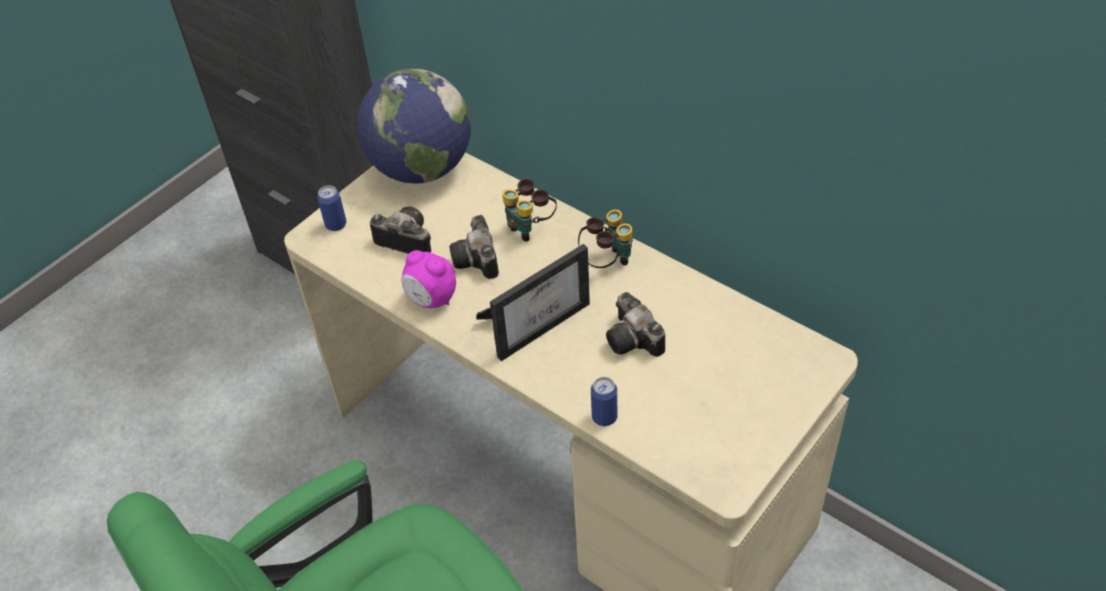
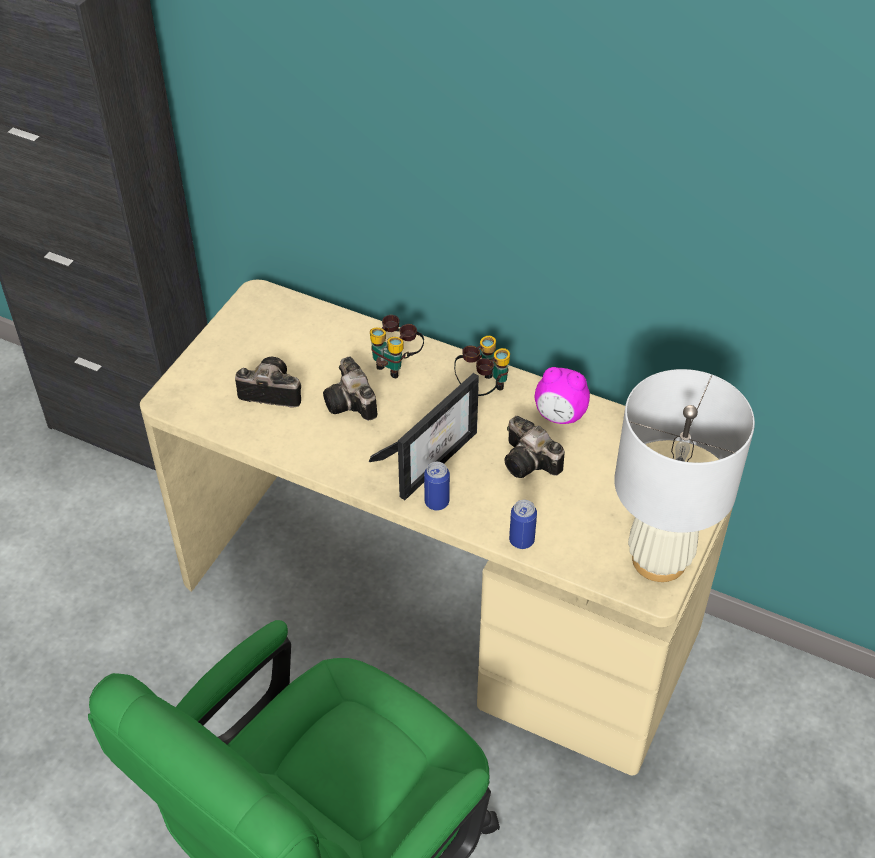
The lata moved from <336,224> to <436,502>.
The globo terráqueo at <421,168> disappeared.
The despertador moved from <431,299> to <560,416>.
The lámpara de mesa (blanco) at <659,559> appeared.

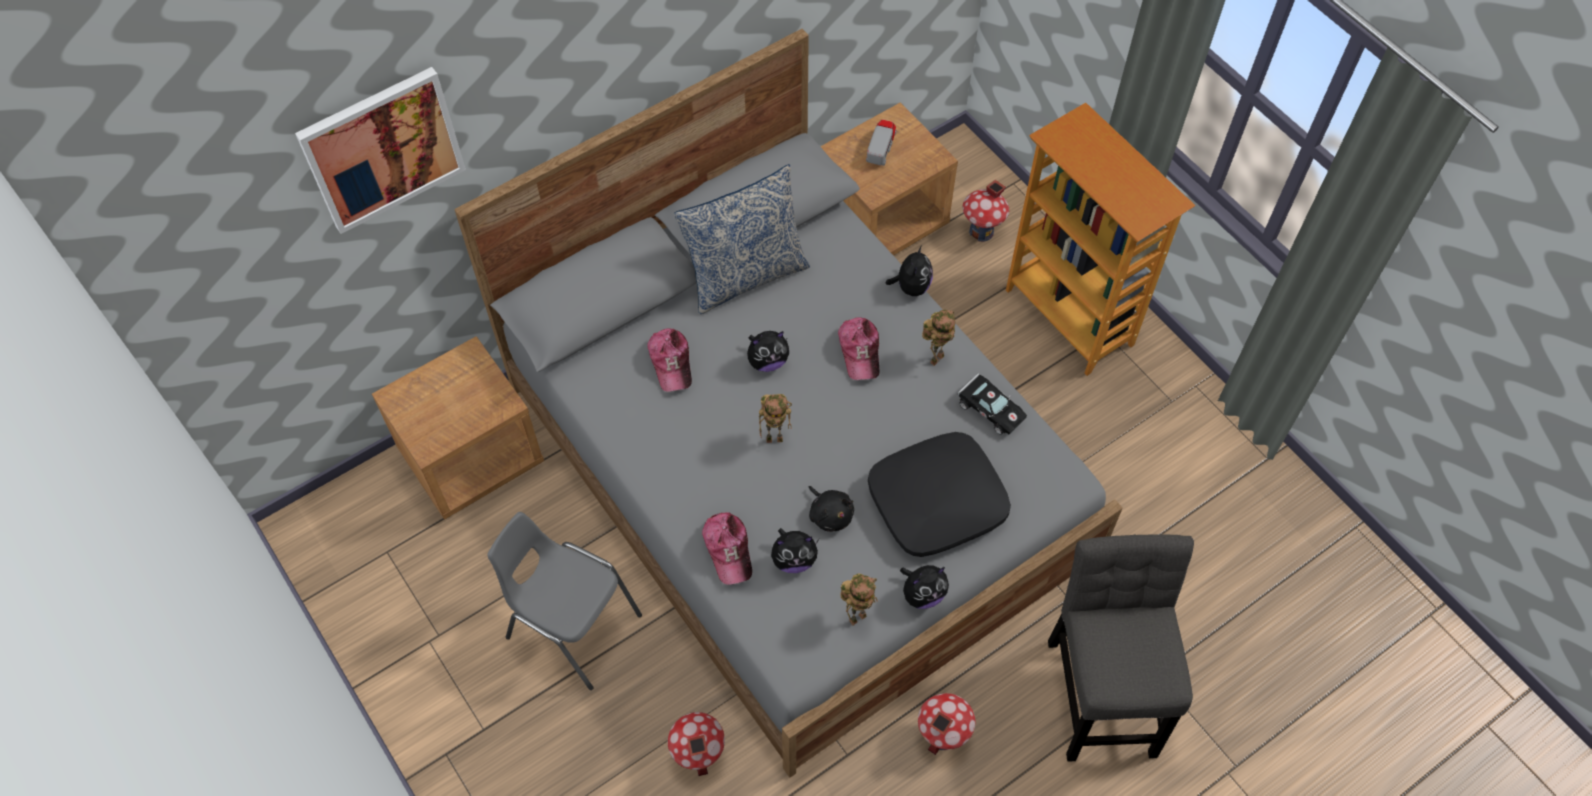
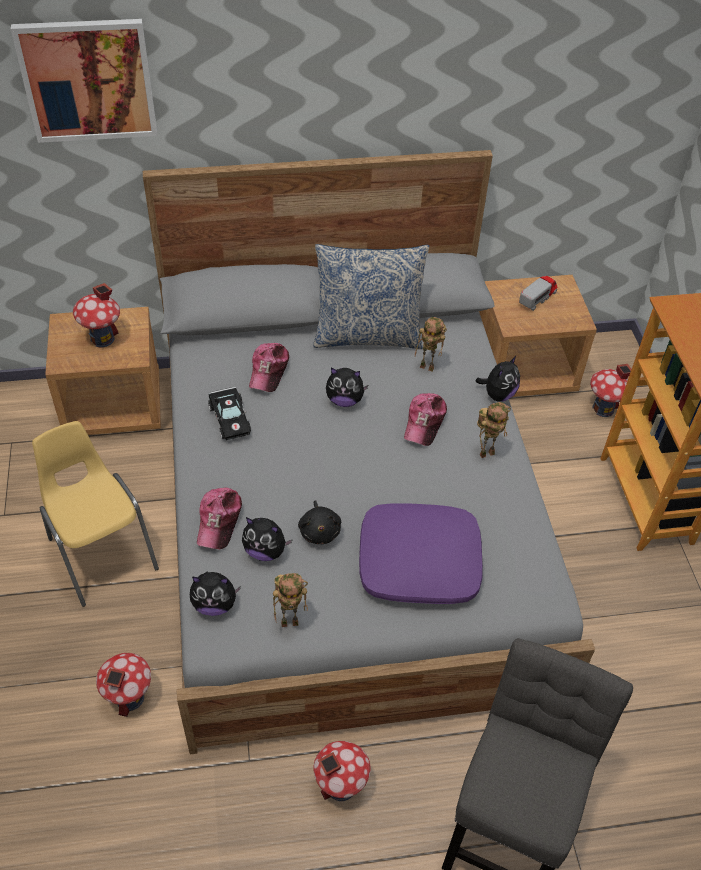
The silla (gris) at <572,626> became the silla (amarillo) at <102,553>.
The robot de juguete moved from <775,438> to <428,367>.
The cojín (negro) at <937,501> became the cojín (morado) at <419,561>.
The peluche moved from <922,594> to <215,604>.
The coche de juguete (negro) moved from <988,408> to <229,418>.
The casita at <102,339> appeared.

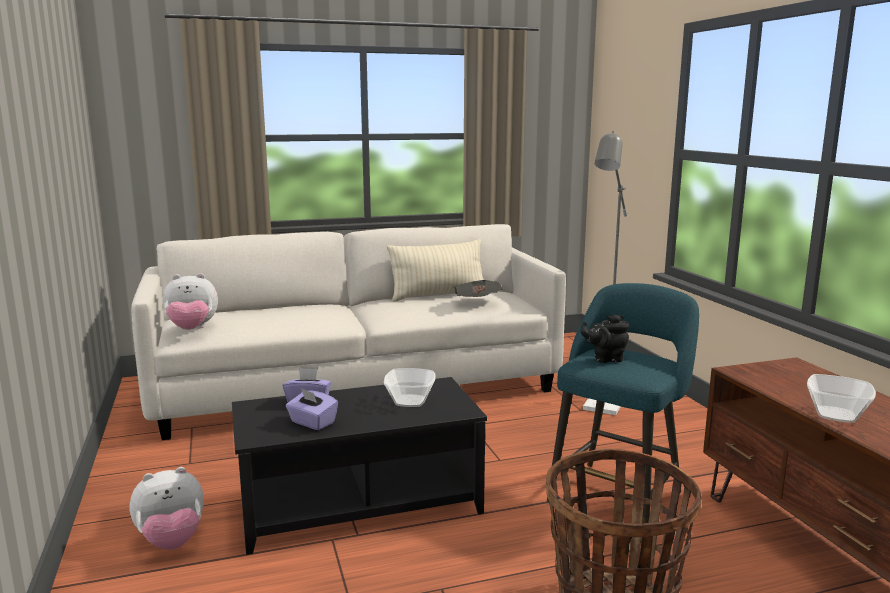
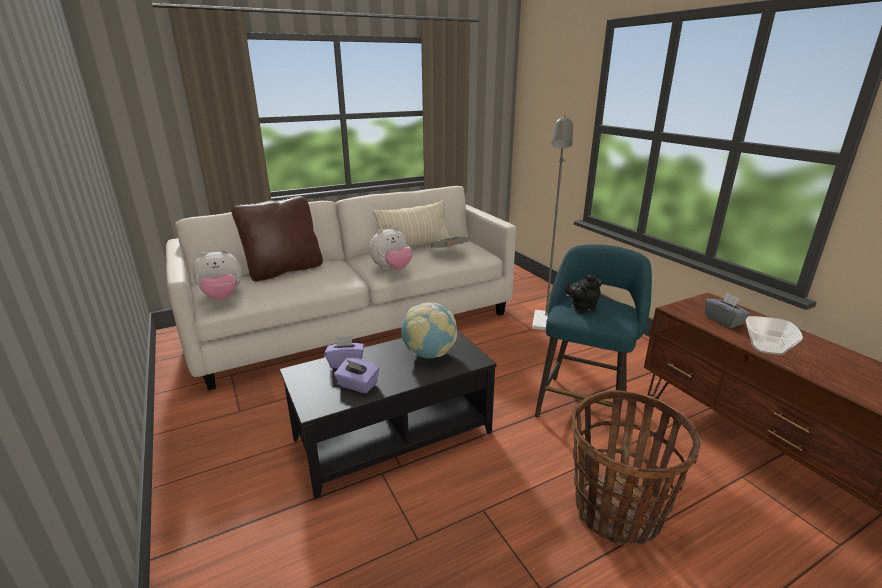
The peluche moved from <172,542> to <392,269>.
The cuenco at <409,401> was replaced by the globo terráqueo at <429,354>.
The cojín (marrón) at <284,270> appeared.
The caja de pañuelos (gris) at <723,320> appeared.

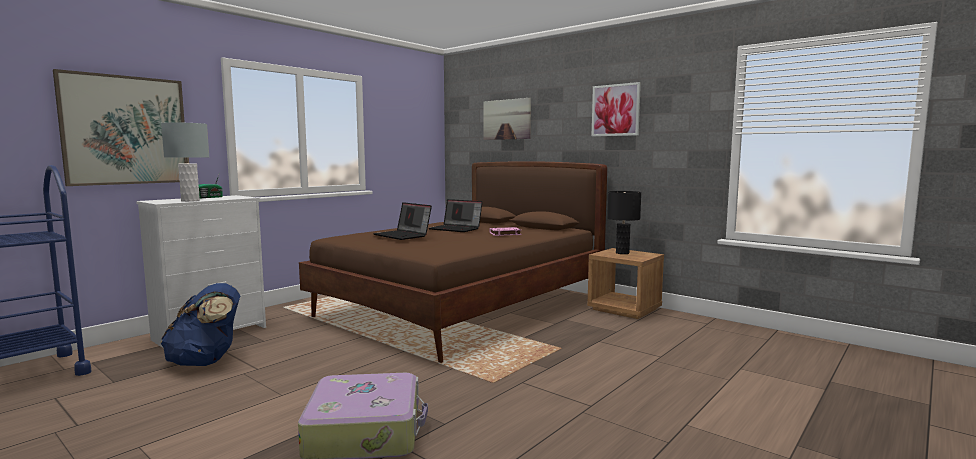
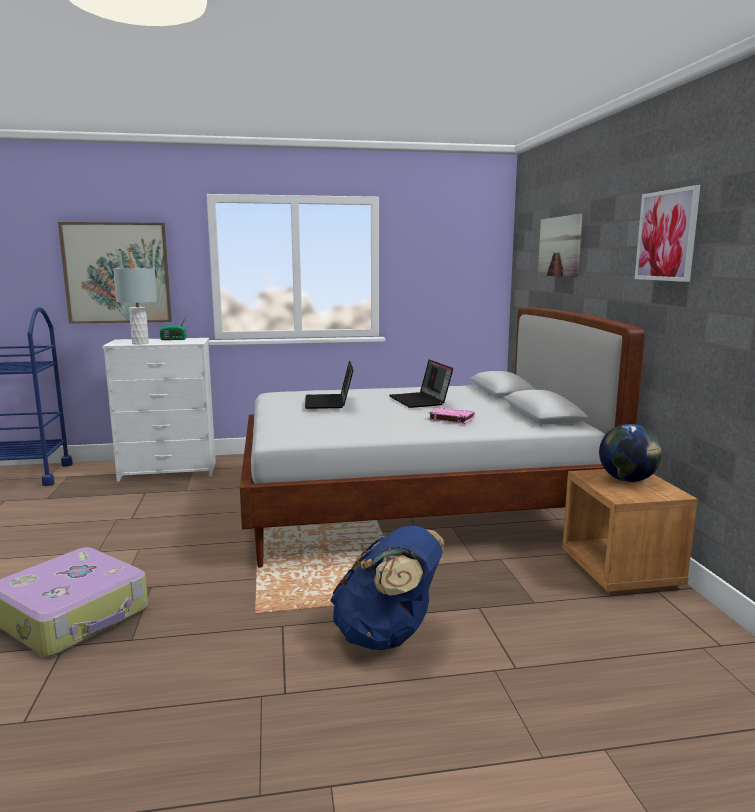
The mochila (azul) moved from <206,361> to <388,636>.
The cama (marrón) at <463,307> became the cama (blanco) at <413,504>.
The lámpara de mesa (negro) at <622,253> was replaced by the globo terráqueo at <627,480>.

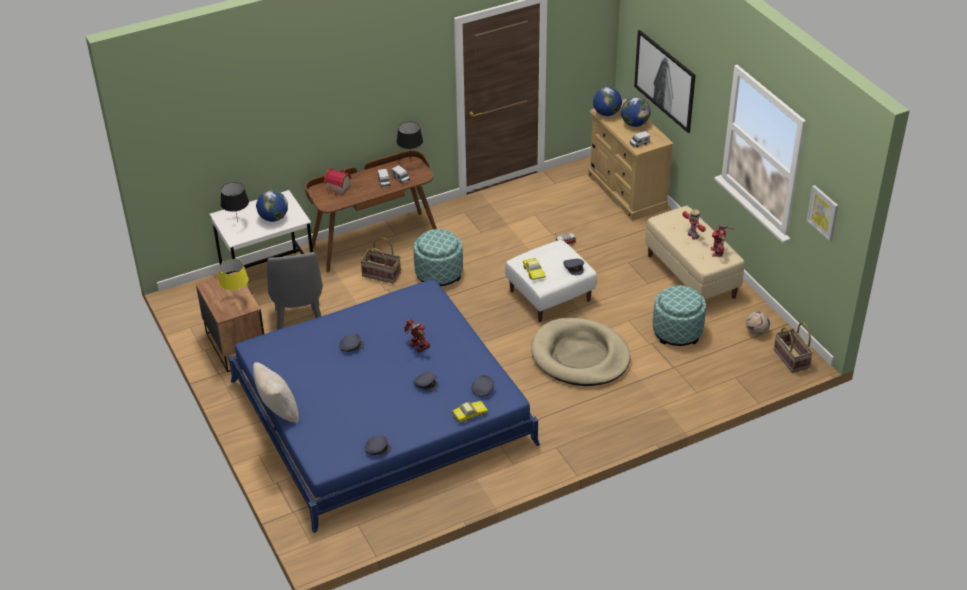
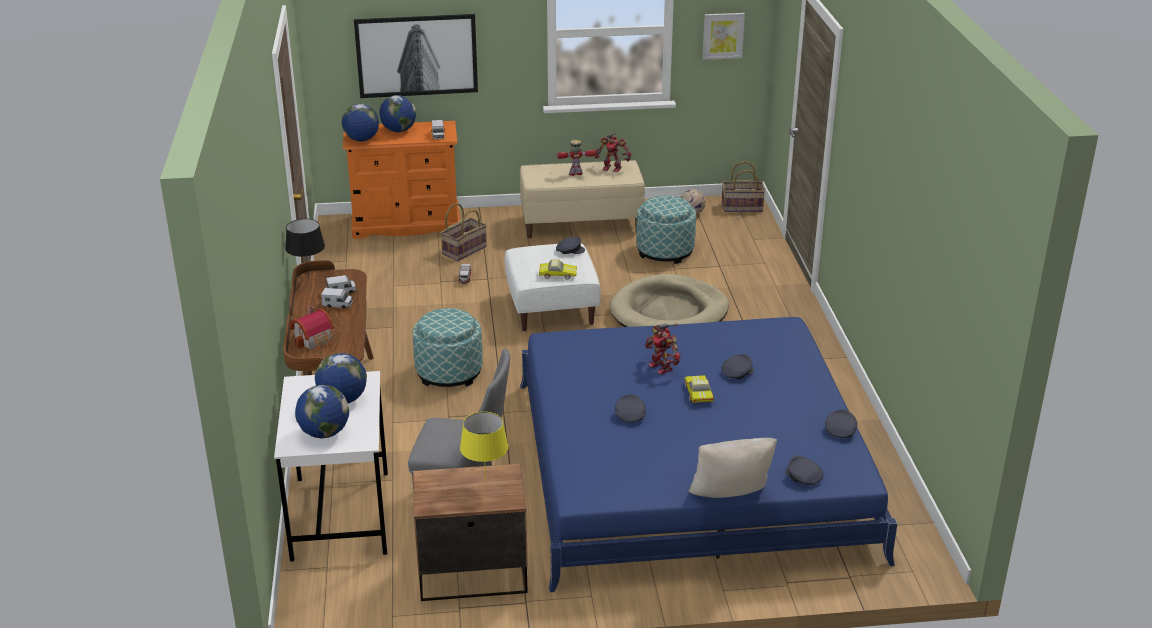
The lámpara de mesa (negro) at <238,223> was replaced by the globo terráqueo at <324,433>.
The cesta moved from <382,274> to <464,250>.
The robot de juguete at <417,347> turned 105 degrees counterclockwise.
The coche de juguete moved from <469,414> to <697,393>.
The gorra (gris) moved from <483,389> to <803,477>.
The cómoda (beis) at <626,192> became the cómoda (naranja) at <406,224>.

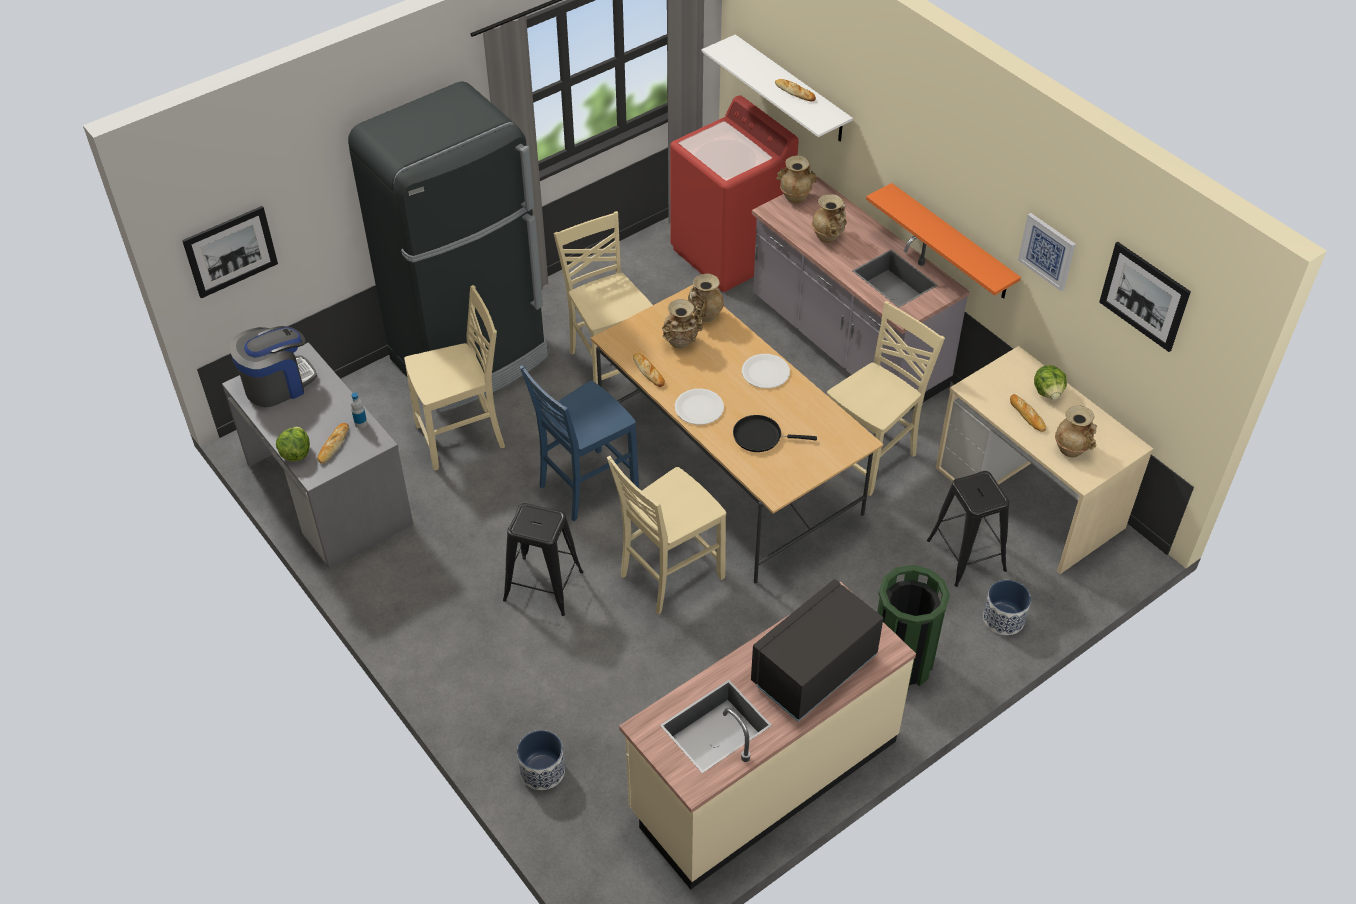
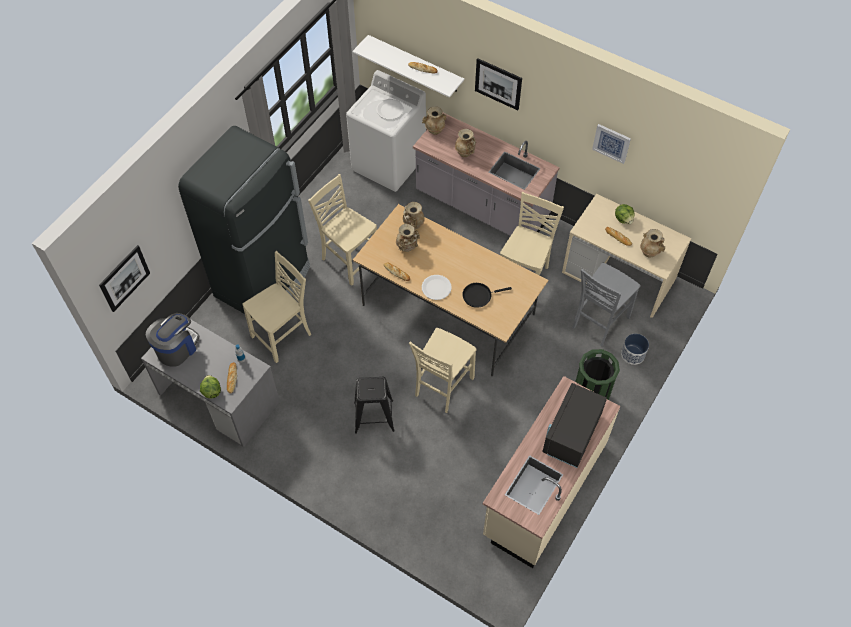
The maceta at <542,770> disappeared.
The silla (azul) at <585,486> disappeared.
The lavadora (rojo) at <730,253> became the lavadora (blanco) at <389,164>.
The plato (blanco) moved from <765,372> to <390,110>.
The estante (naranja) at <951,242> disappeared.
The taburete (negro) at <966,555> was replaced by the silla (gris) at <599,322>.
The cuadro moved from <1144,296> to <498,84>.

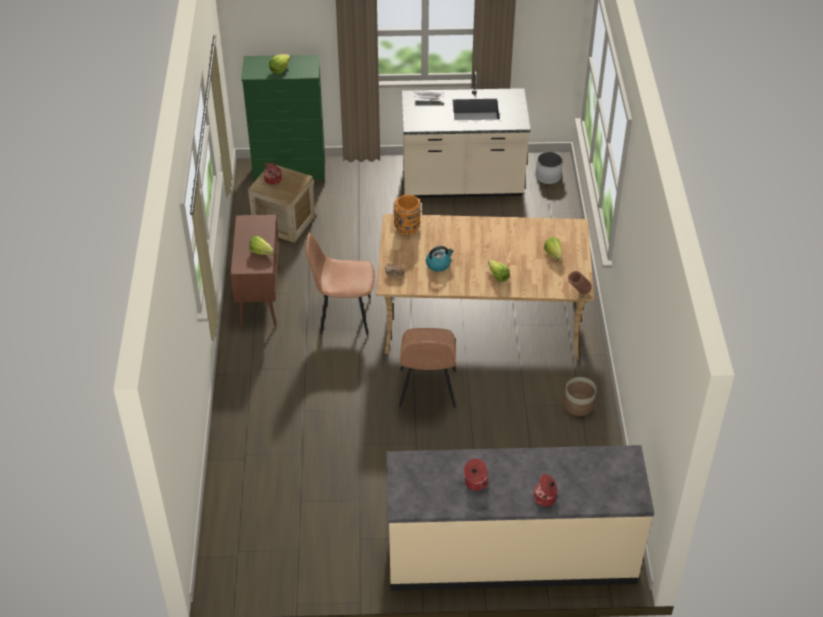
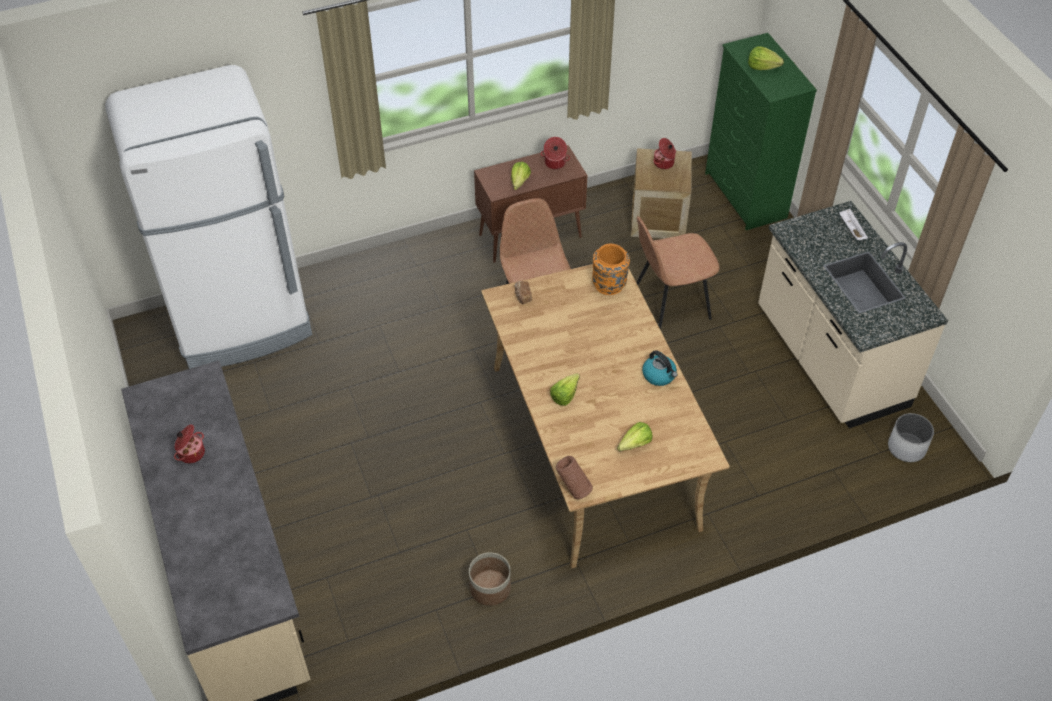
The silla (marrón) moved from <427,390> to <669,303>.
The hervidor moved from <438,264> to <659,375>.
The olla moved from <545,498> to <554,163>.
The nevera (blanco) at <242,322> appeared.

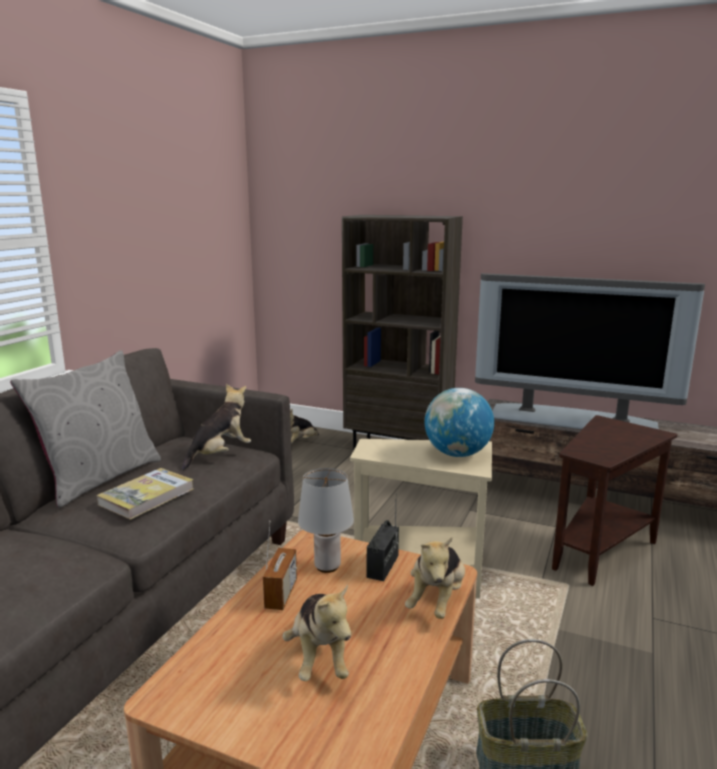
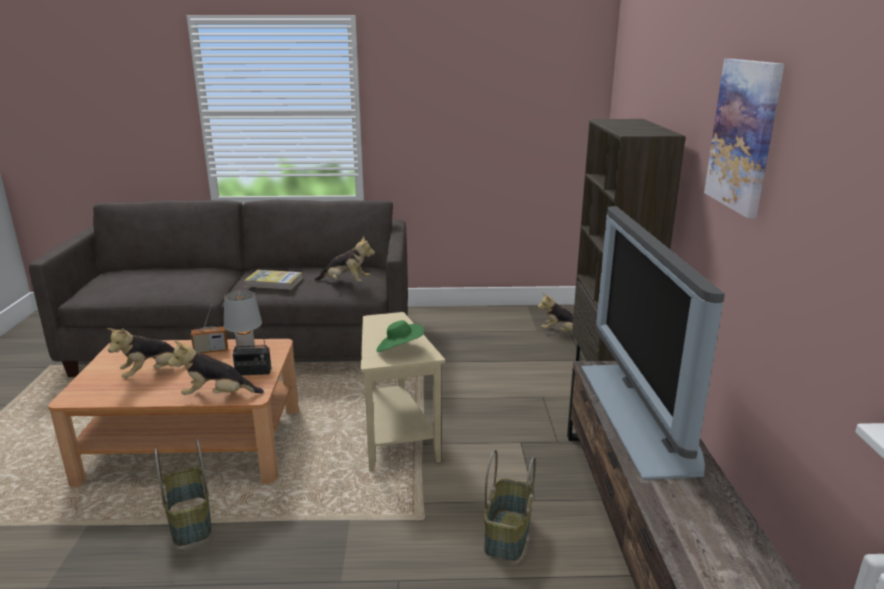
The cojín (gris) at <99,478> disappeared.
The globo terráqueo at <457,454> was replaced by the sombrero (verde) at <399,349>.
The mesa auxiliar (marrón) at <600,550> was replaced by the cesta at <508,536>.
The cuadro at <743,135> appeared.

